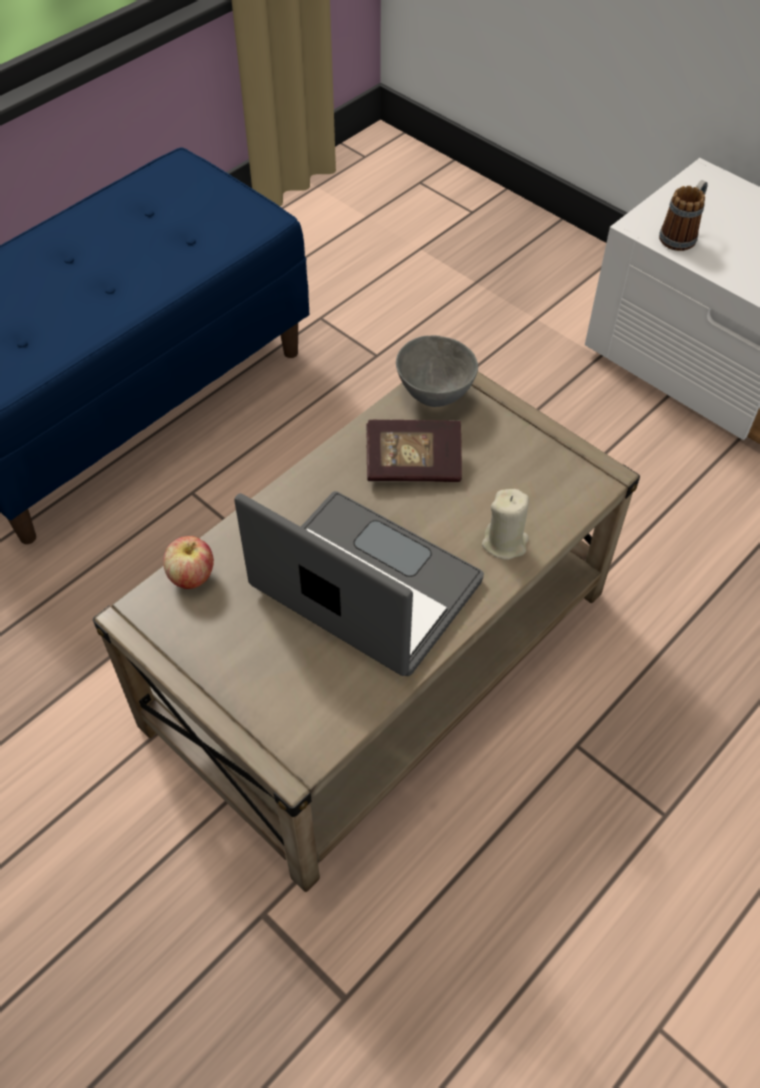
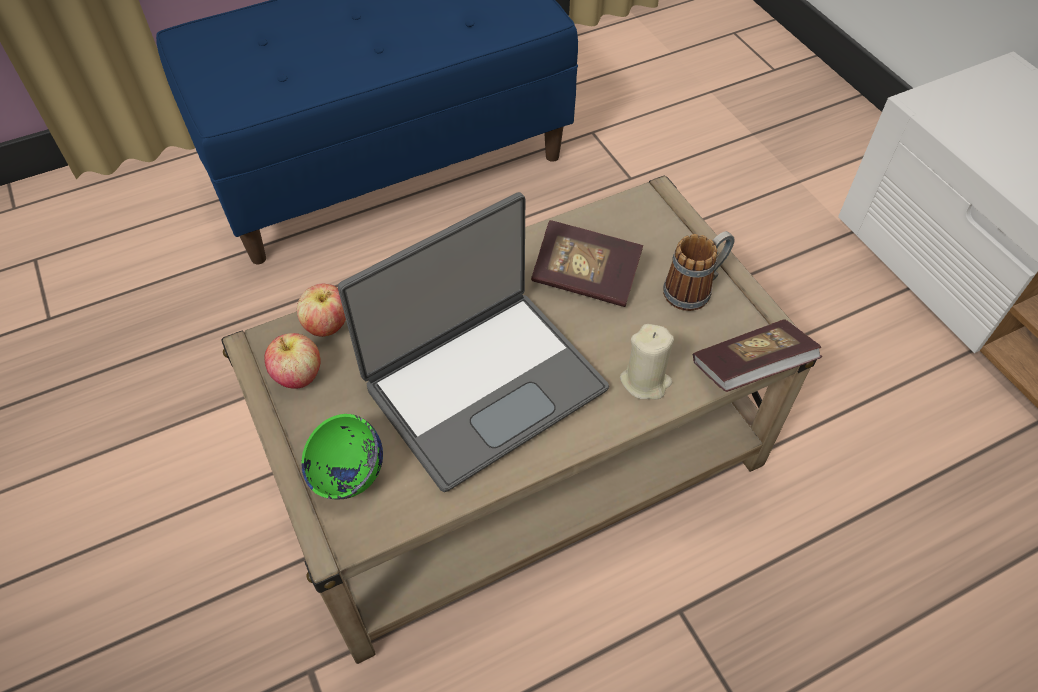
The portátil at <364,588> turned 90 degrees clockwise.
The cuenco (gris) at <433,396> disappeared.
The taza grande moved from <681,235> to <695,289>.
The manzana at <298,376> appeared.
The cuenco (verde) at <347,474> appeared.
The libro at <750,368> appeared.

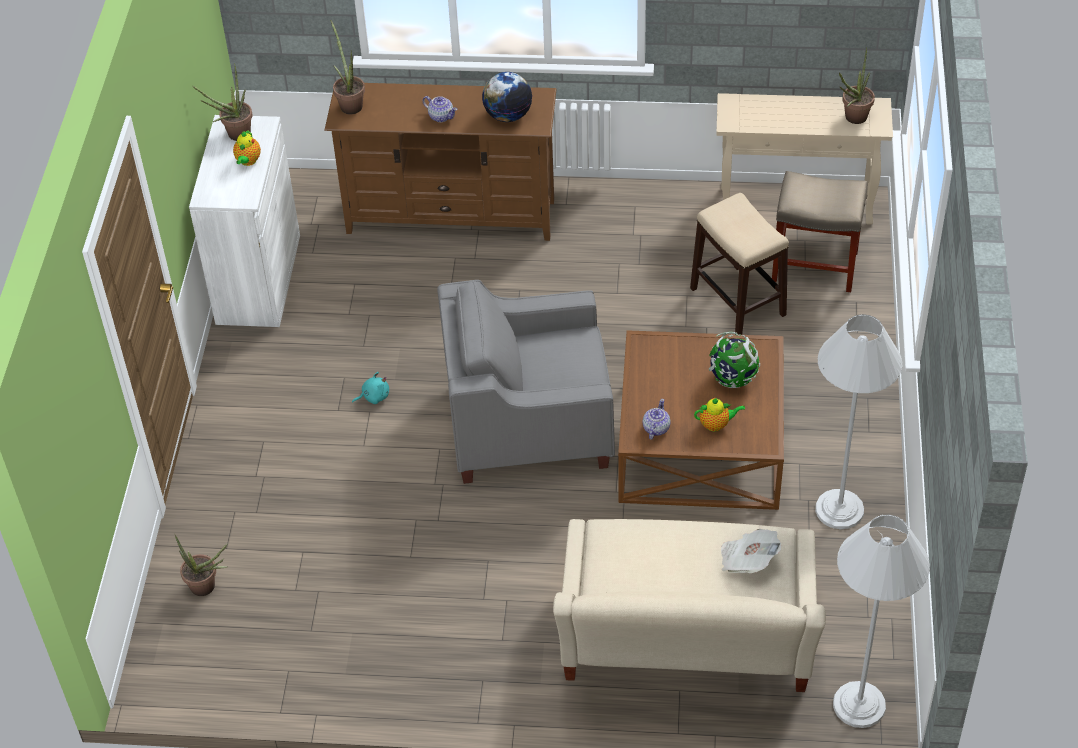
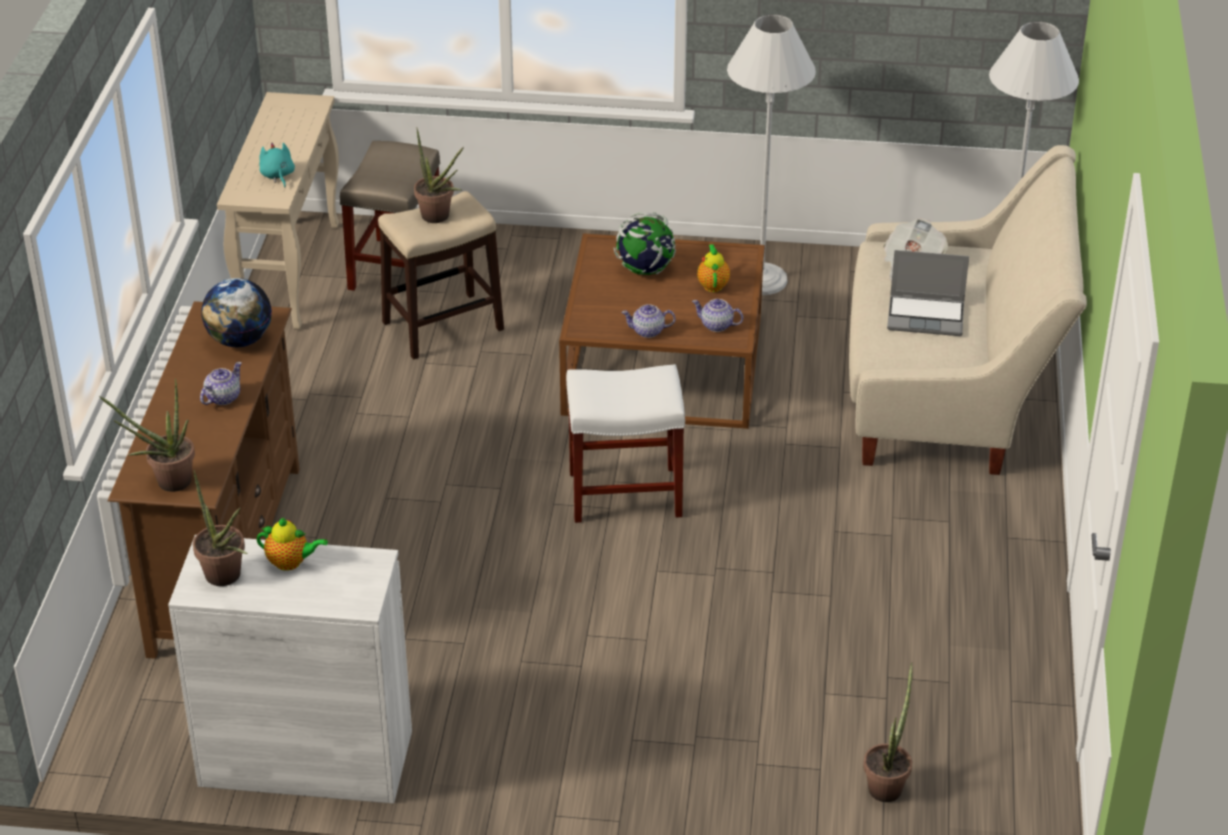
The peluche (turquesa) moved from <374,396> to <277,176>.
The sillón (gris) at <528,425> was replaced by the taburete (blanco) at <623,494>.
The planta en maceta moved from <852,119> to <439,218>.
The tetera at <648,331> appeared.
The portátil at <926,316> appeared.

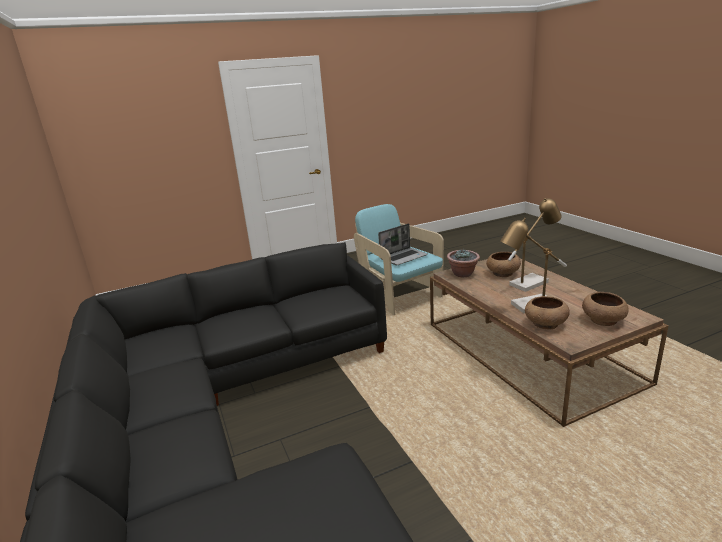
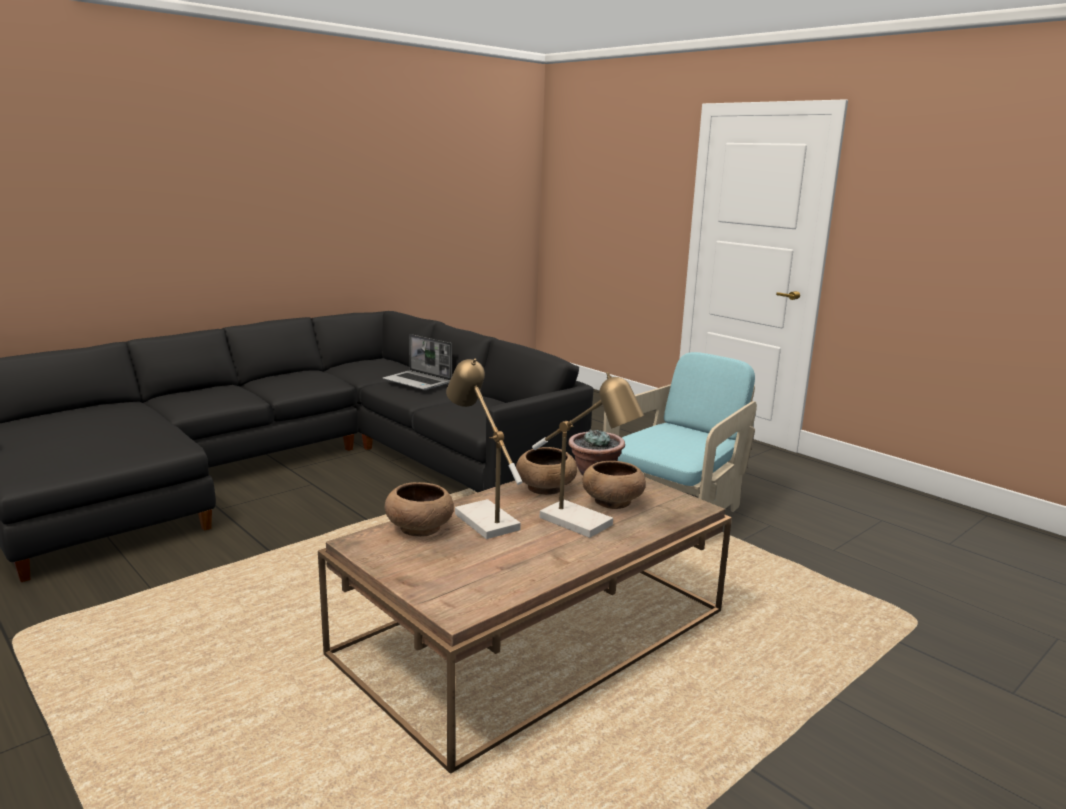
The portátil moved from <403,257> to <418,382>.
The cuenco (marrón) moved from <603,320> to <546,488>.

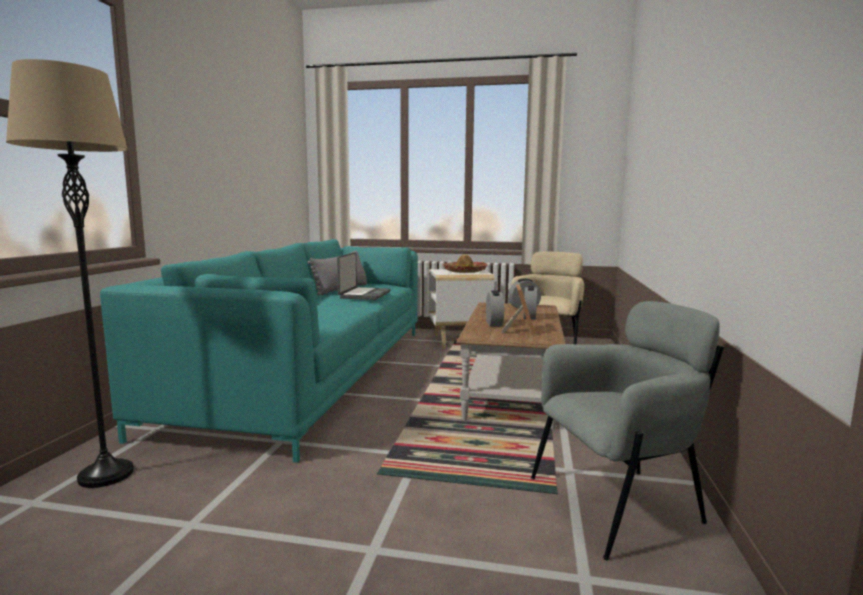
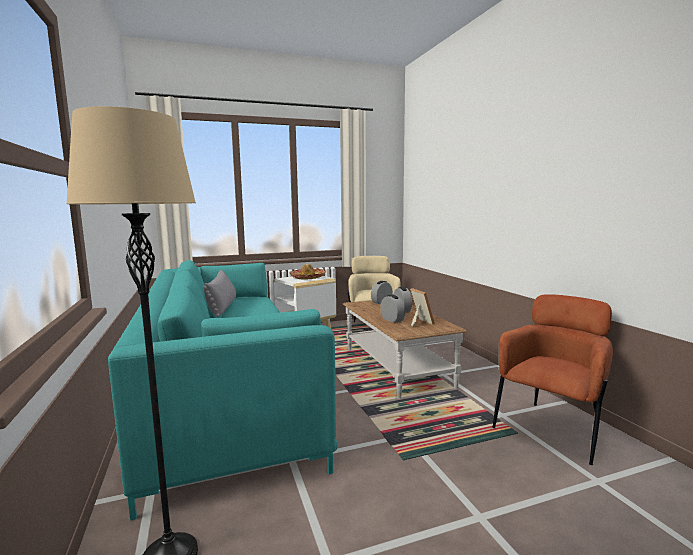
The portátil at <364,295> disappeared.
The sillón (gris) at <618,505> became the sillón (marrón) at <552,429>.

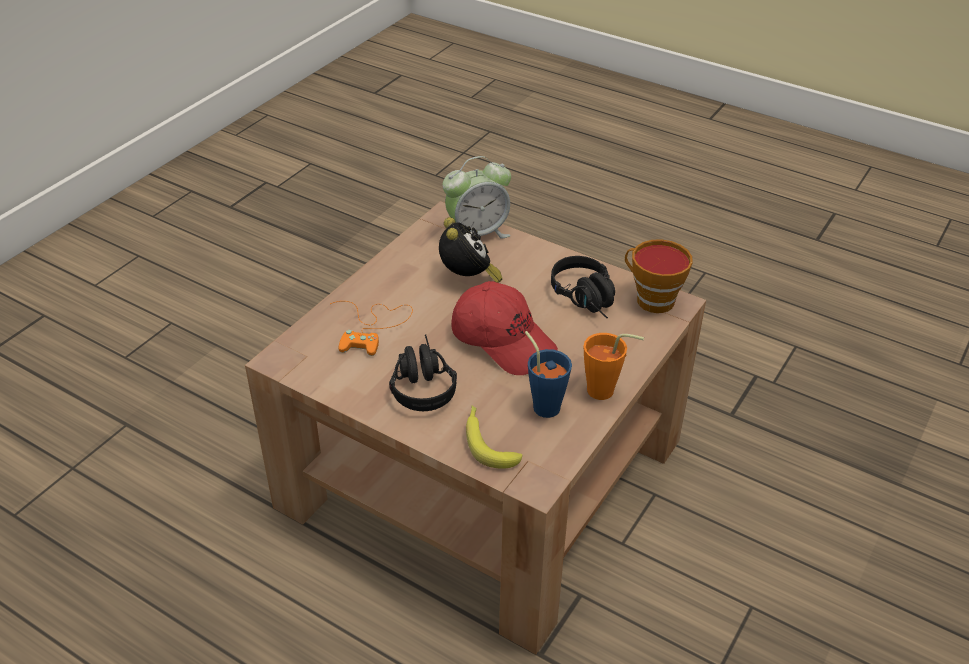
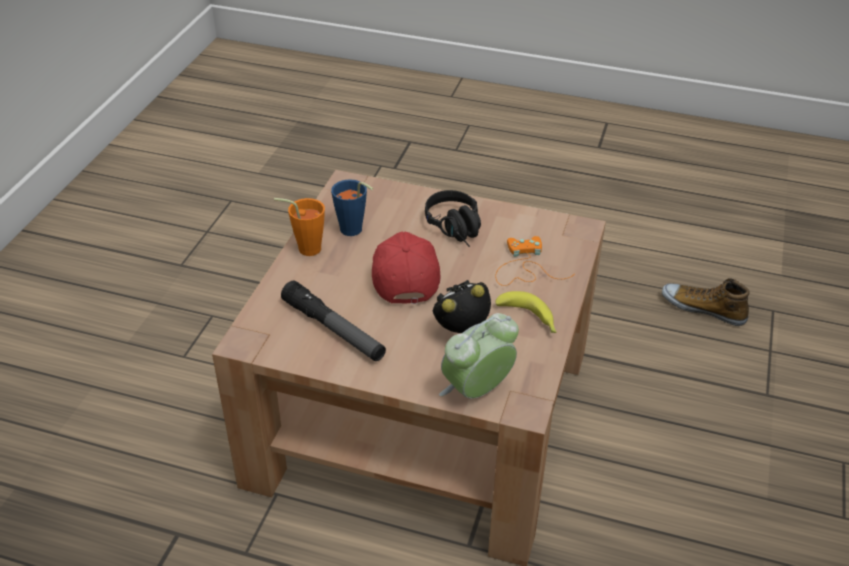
The despertador at <468,279> turned 90 degrees clockwise.
The gorra (rojo) at <503,340> turned 60 degrees clockwise.
The plátano moved from <488,441> to <529,319>.
The auriculares (negro) at <588,300> was replaced by the linterna at <333,329>.
The taza at <650,299> disappeared.
The zapato at <703,308> appeared.

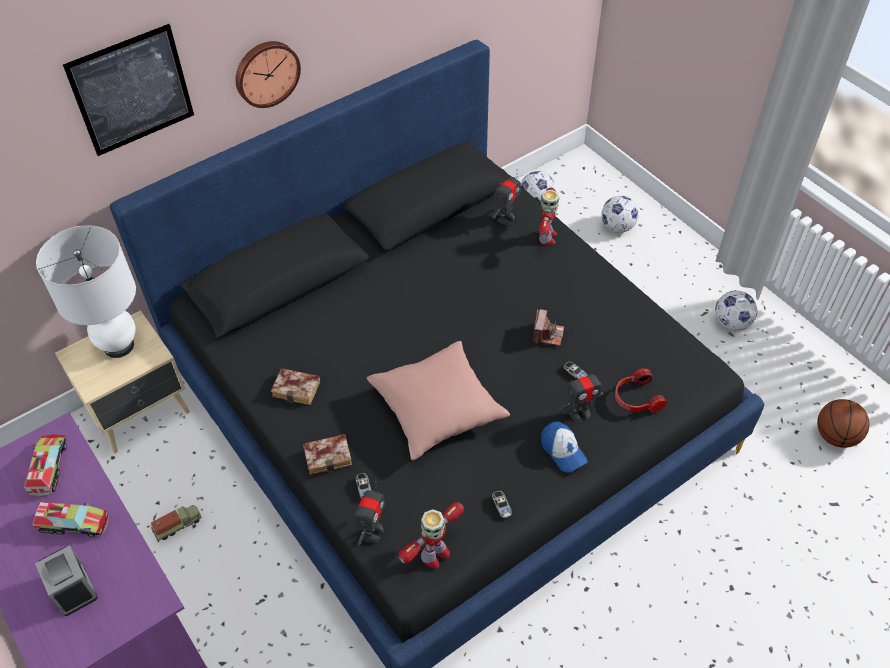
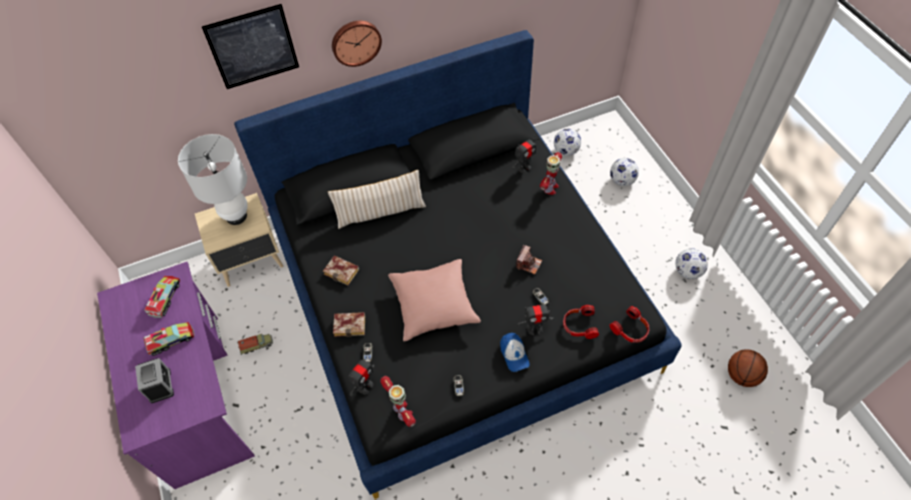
The camión de juguete at <73,523> turned 45 degrees counterclockwise.
The robot de juguete at <434,555> turned 90 degrees counterclockwise.
The cojín (beis) at <380,212> appeared.
The auriculares at <631,330> appeared.

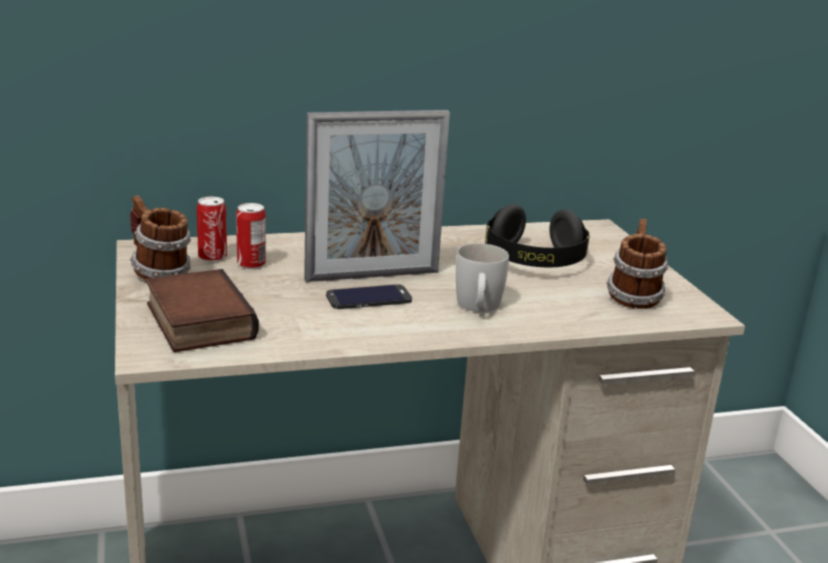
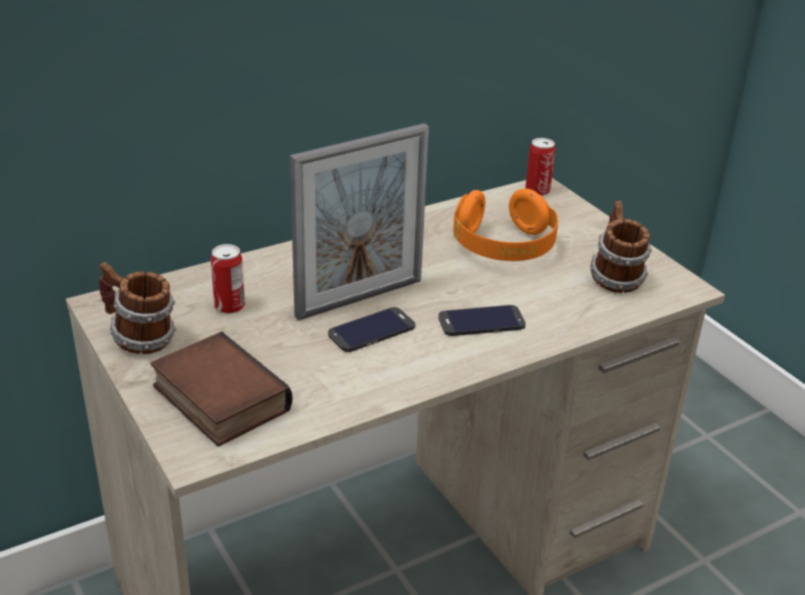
The lata moved from <212,257> to <537,191>.
The taza grande (blanco) at <478,307> was replaced by the móvil at <481,321>.
The auriculares (negro) at <534,261> became the auriculares (naranja) at <504,247>.

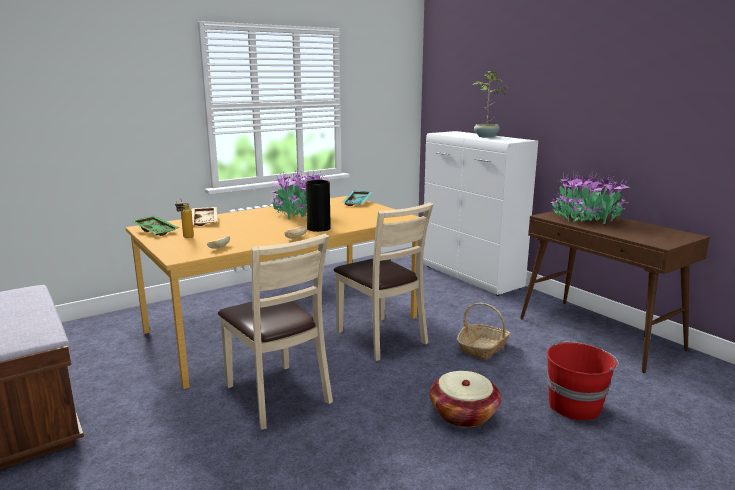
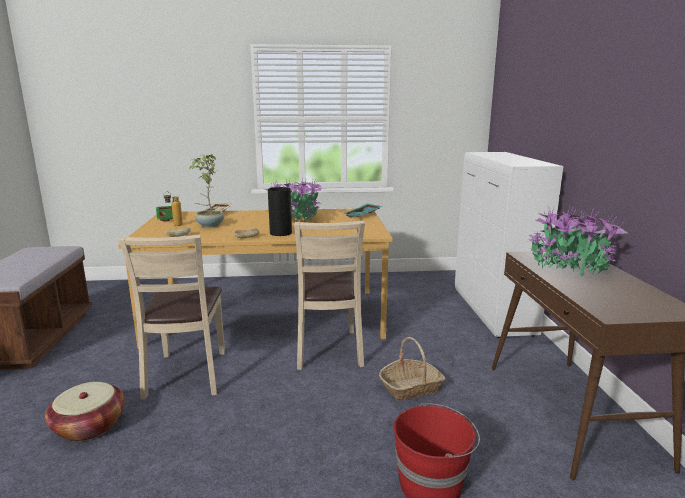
The cesta moved from <463,414> to <89,426>.
The planta en maceta moved from <486,136> to <209,225>.

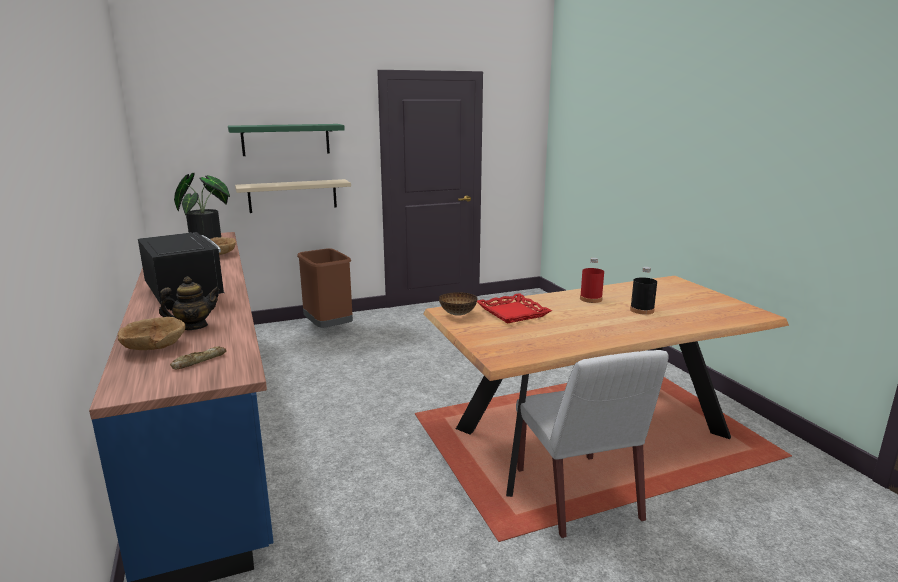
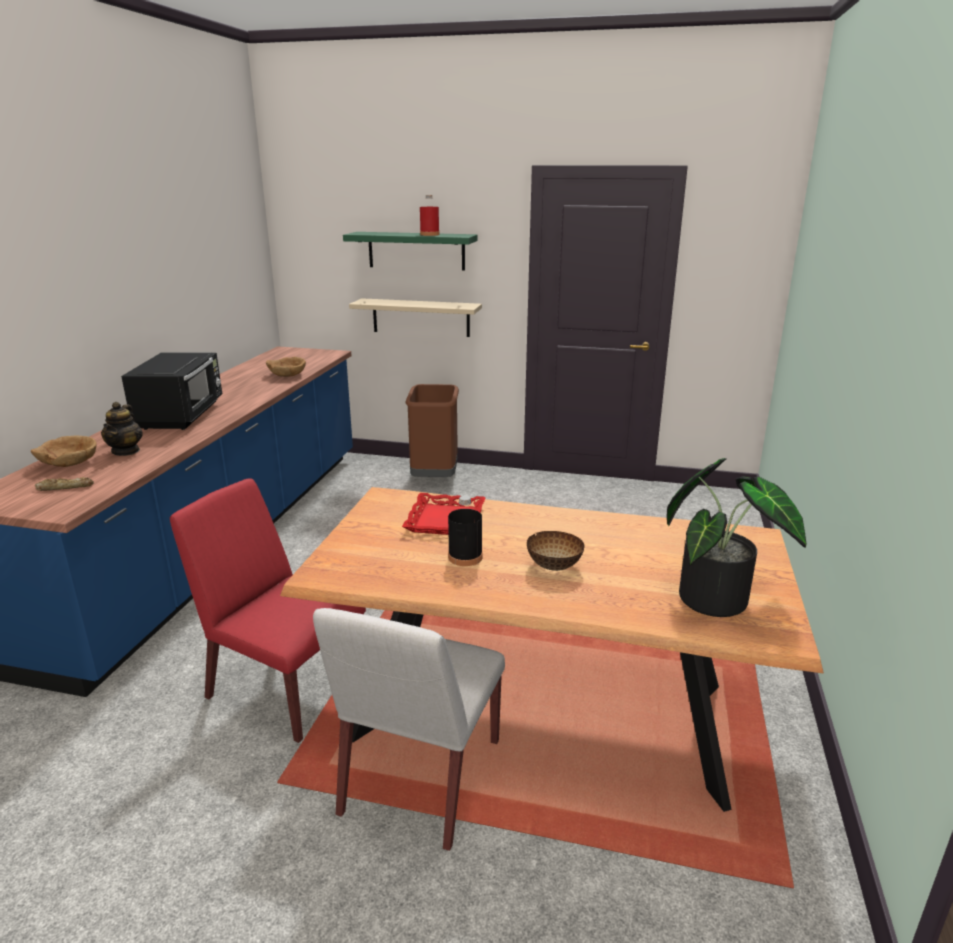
The tetera at <193,326> turned 75 degrees clockwise.
The planta en maceta moved from <209,238> to <721,599>.
The cuenco moved from <458,314> to <555,566>.
The botella (rojo) moved from <591,299> to <429,234>.
The botella (negro) moved from <642,310> to <465,557>.
The silla (rojo) at <285,689> appeared.

